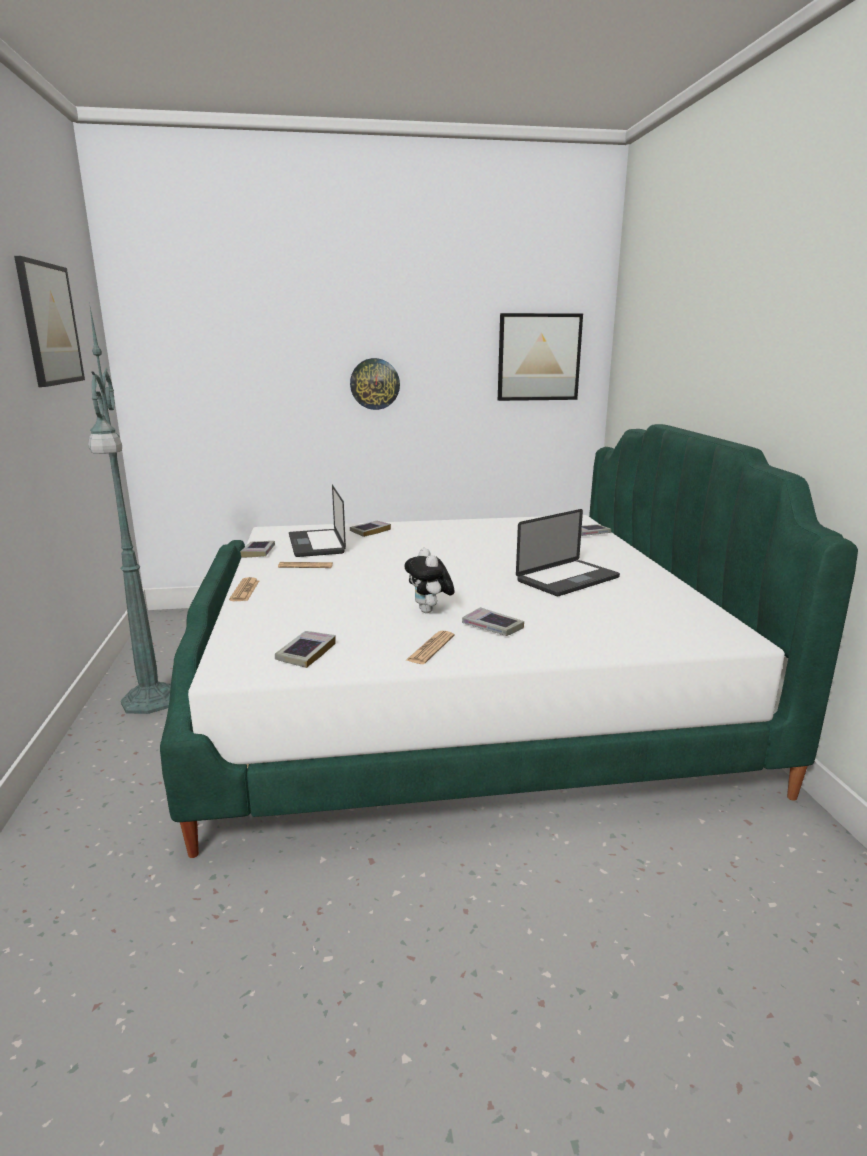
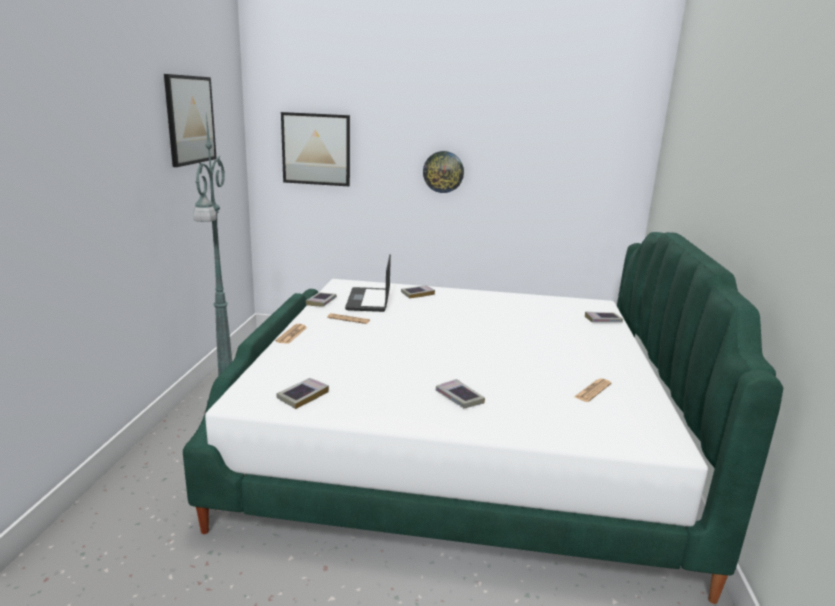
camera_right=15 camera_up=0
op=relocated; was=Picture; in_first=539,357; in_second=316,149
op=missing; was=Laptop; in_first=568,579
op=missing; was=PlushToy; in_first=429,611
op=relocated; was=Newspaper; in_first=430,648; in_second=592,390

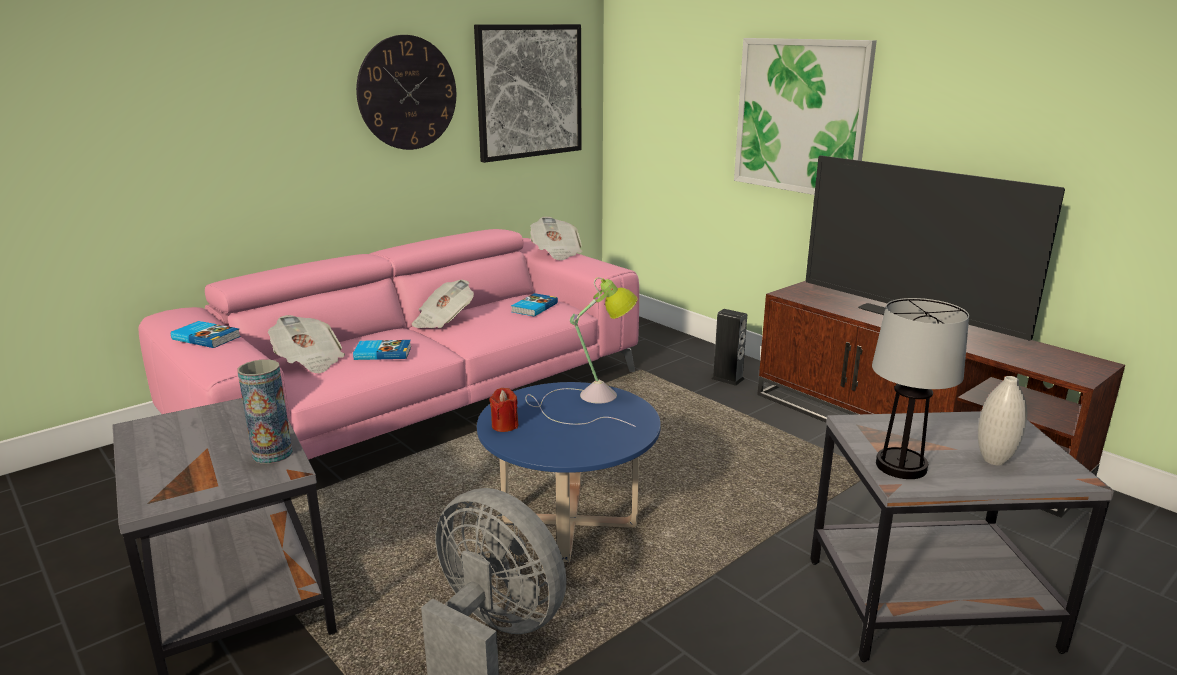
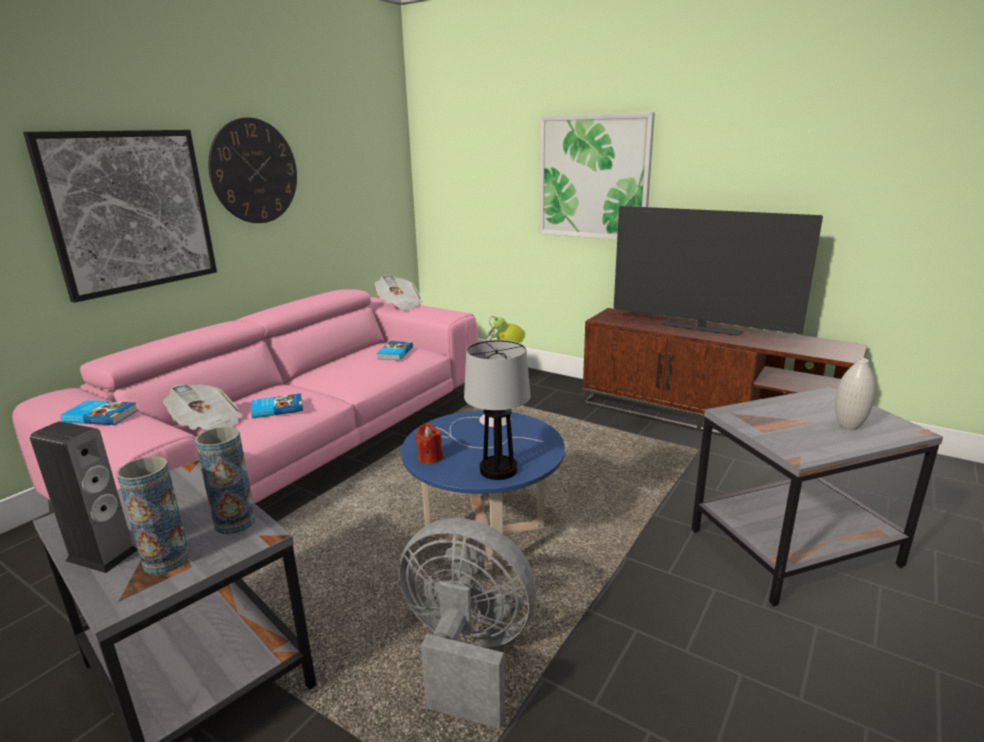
camera_right=-15 camera_up=0
op=relocated; was=Picture; in_first=529,91; in_second=131,211
op=missing; was=Newspaper; in_first=443,321
op=relocated; was=TableLamp; in_first=901,467; in_second=498,470
op=relocated; was=Speaker; in_first=727,379; in_second=102,555
op=appeared; now=Vase; in_second=166,560

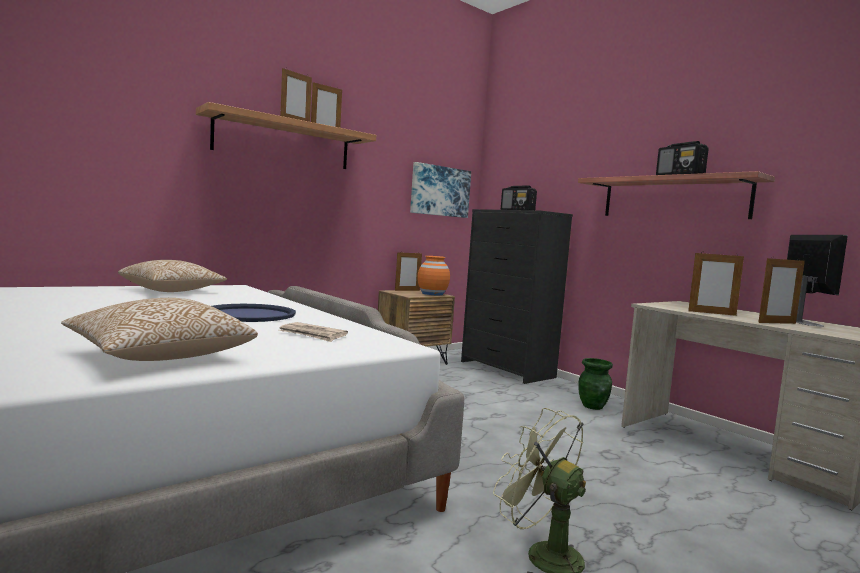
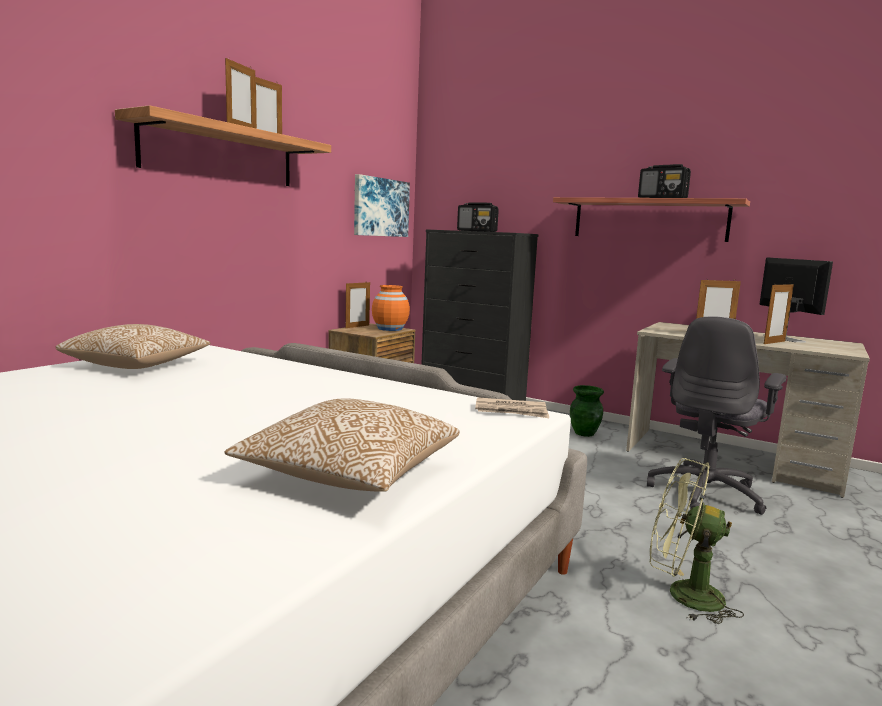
camera_right=-20 camera_up=5
op=missing; was=BlueTray; in_first=250,314
op=relocated; was=Newspaper; in_first=312,335; in_second=511,411
op=appeared; now=GreyOfficeChair; in_second=706,493

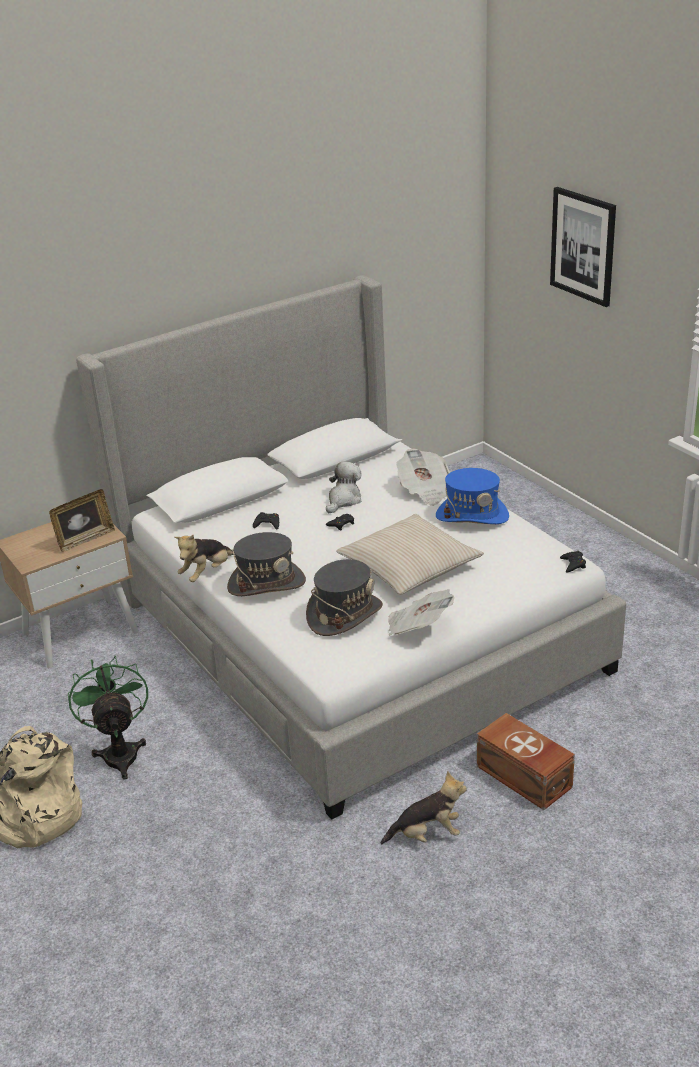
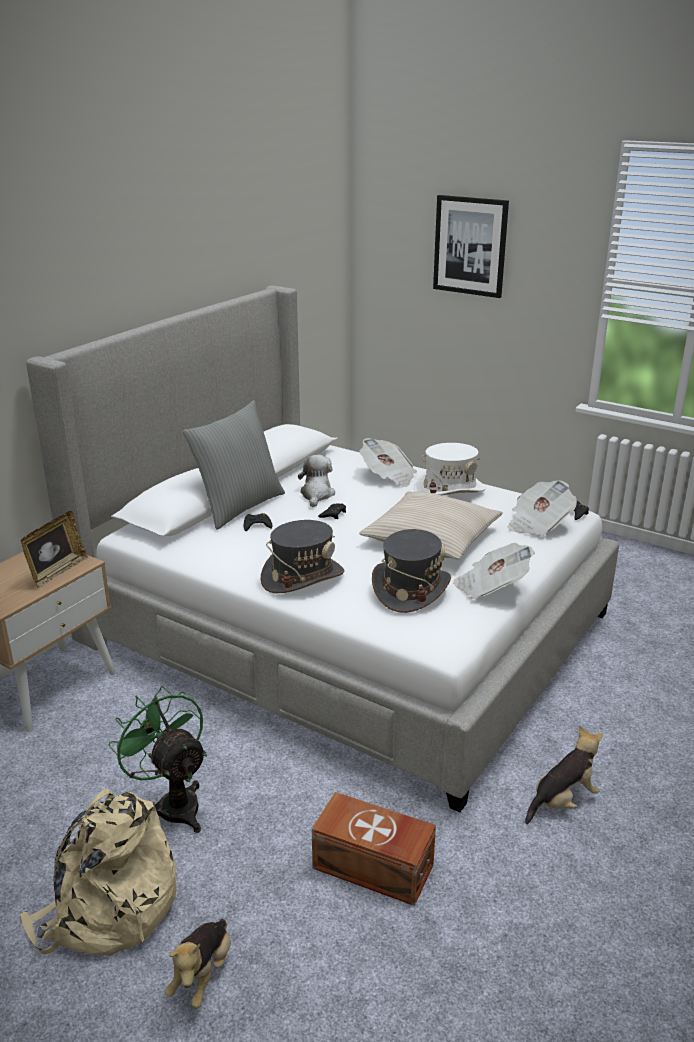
camera_right=-25 camera_up=-5
op=colour; was=BlueHat; now=WhiteHat; in_first=472,516; in_second=449,489
op=relocated; was=PlushToy; in_first=206,573; in_second=202,974
op=relocated; was=BrownStorageBox; in_first=524,778; in_second=374,868
op=appeared; now=GreyPillow; in_second=238,507
op=appeared; now=Newspaper; in_second=538,524

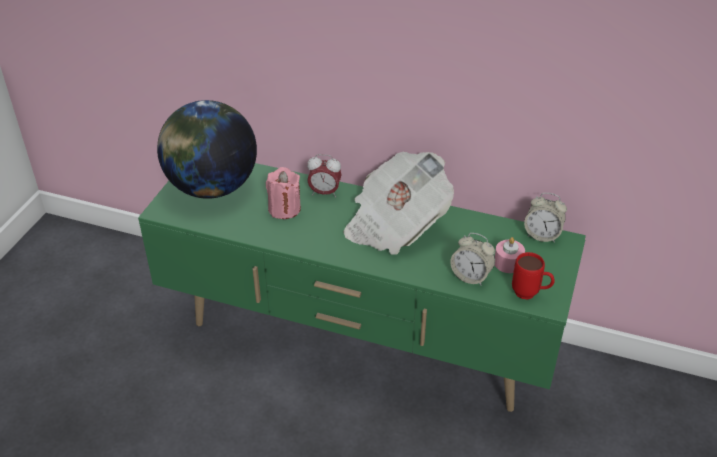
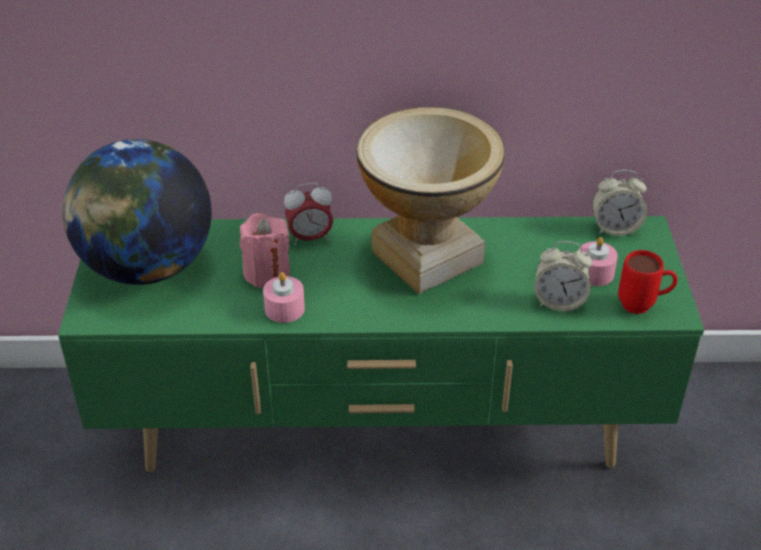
camera_right=-20 camera_up=0
op=exchanged; was=Newspaper; now=Vase; in_first=395,224; in_second=426,258
op=appeared; now=PinkCandle; in_second=284,309

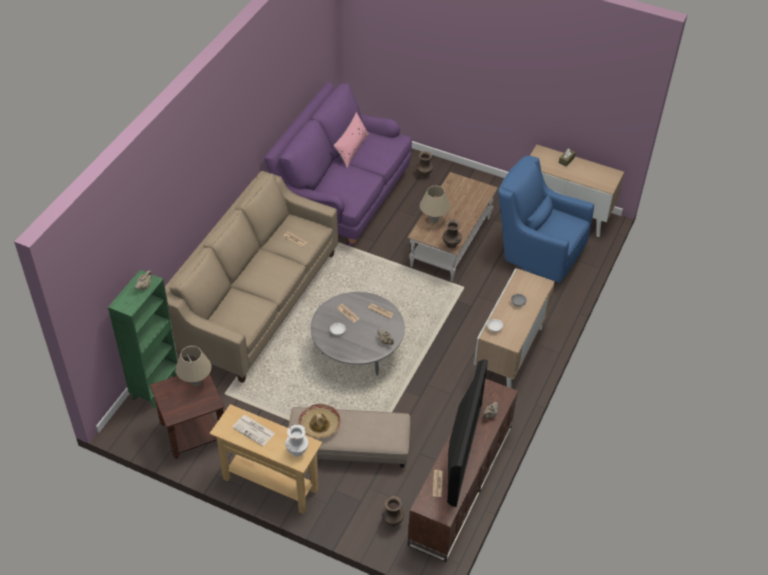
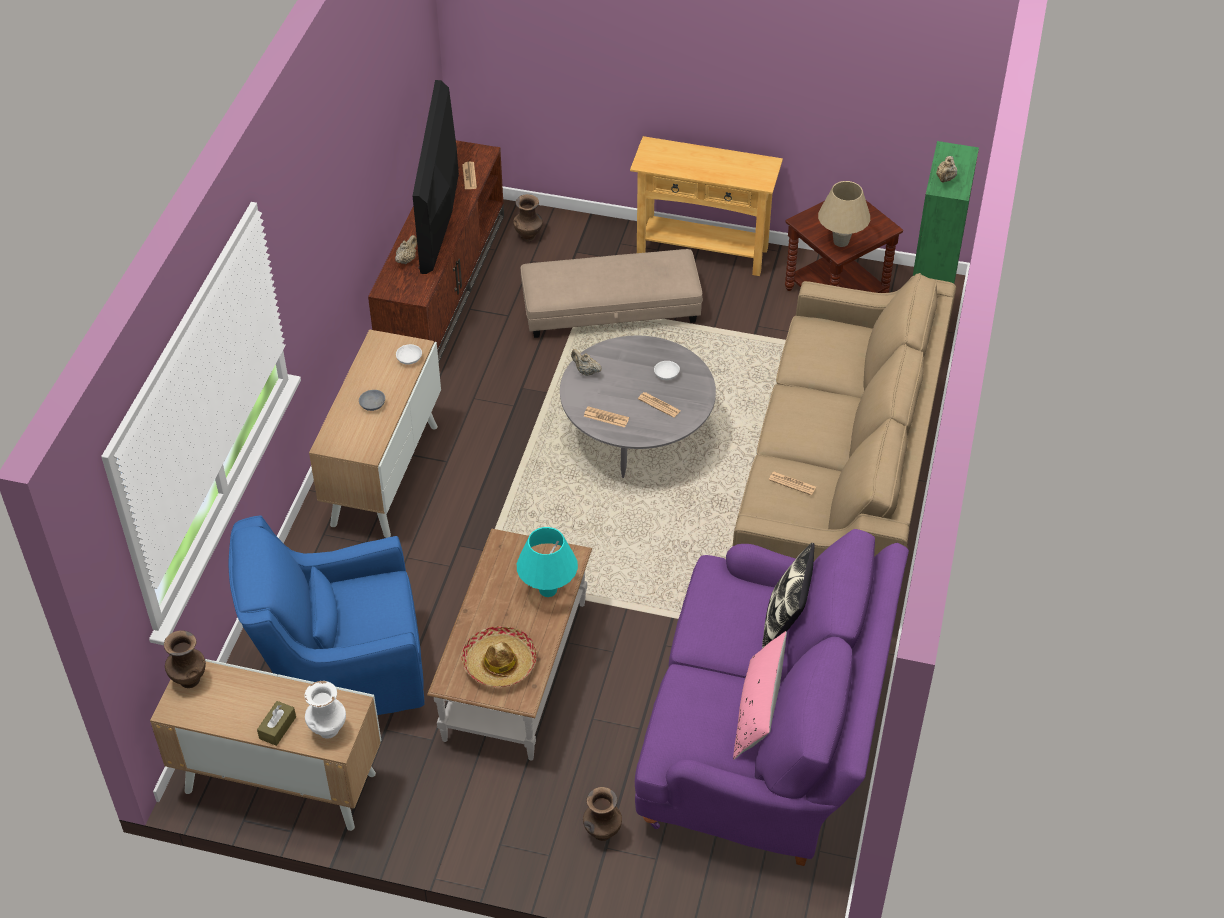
camera_right=170 camera_up=0
op=spun; was=BlueArmchair; in_first=537,253; in_second=340,674; clockwise=150
op=colour; was=BeigeTableLamp; now=TurquoiseTableLamp; in_first=433,220; in_second=548,590
op=relocated; was=BrownVase; in_first=451,245; in_second=189,679
op=relocated; was=Hat; in_first=319,425; in_second=499,663
op=missing; was=Newspaper; in_first=254,430
op=relocated; was=WhiteVase; in_first=297,451; in_second=328,730
op=appeared; now=Pillow; in_second=785,622

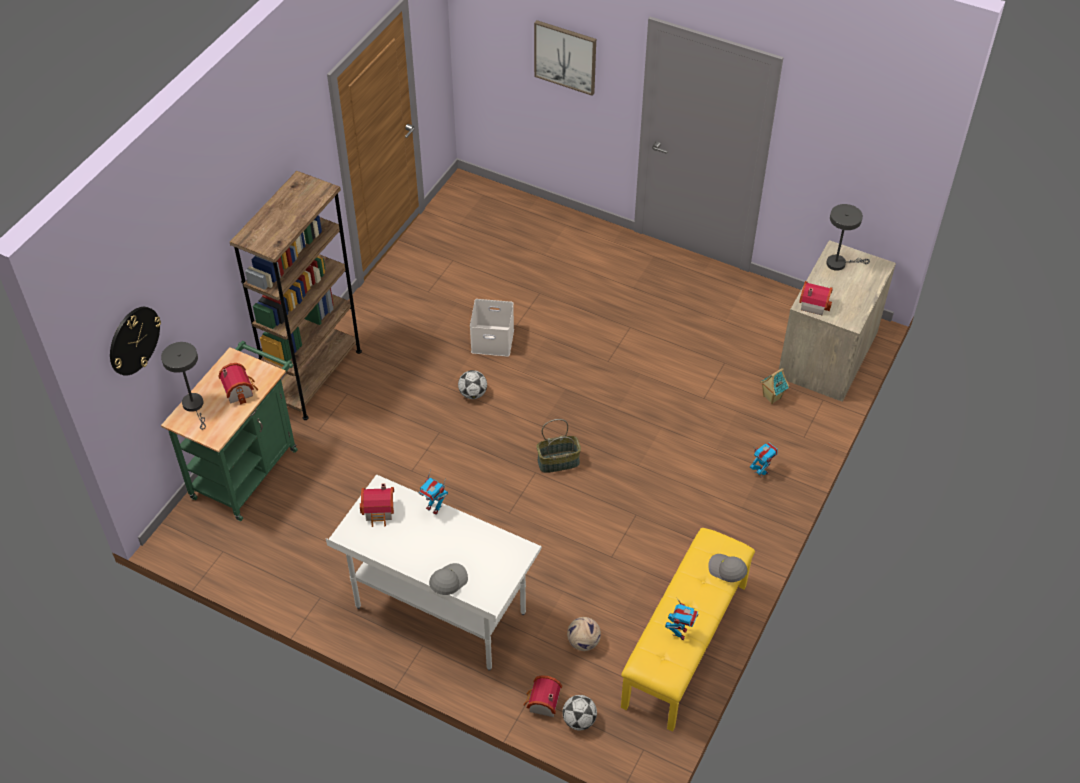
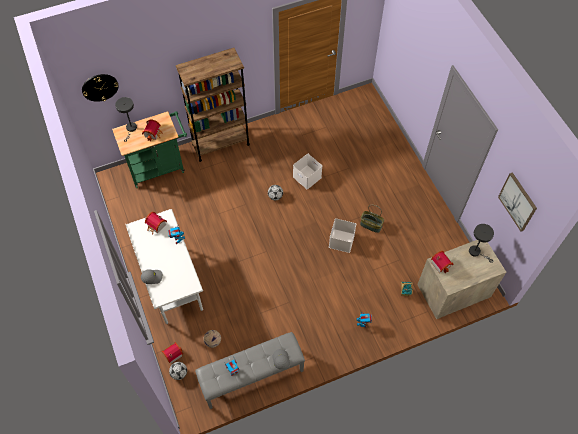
camera_right=40 camera_up=10
op=relocated; was=Picture; in_first=565,56; in_second=518,201
op=relocated; was=Basket; in_first=558,461; in_second=371,225
op=colour; was=YellowBench; now=GreyBench; in_first=686,645; in_second=252,377
op=appeared; now=WhiteStorageBox; in_second=342,241

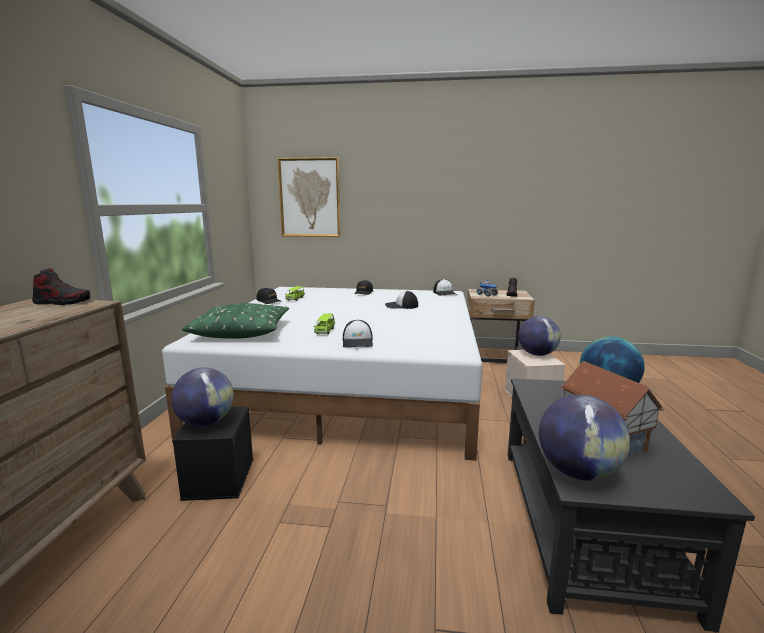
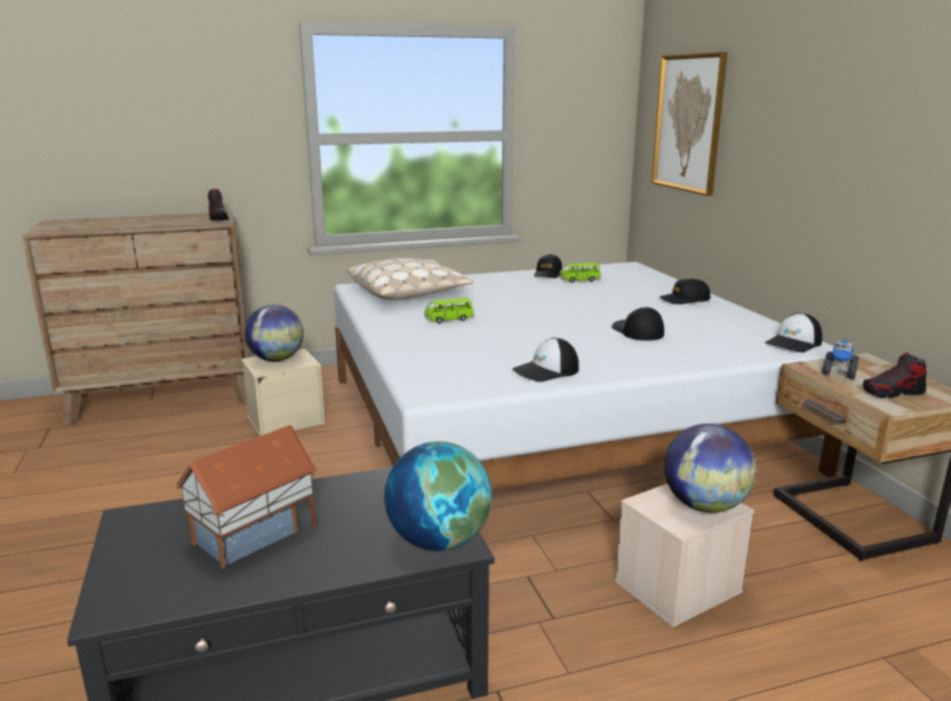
camera_right=65 camera_up=5
op=colour; was=GreenPillow; now=BeigePillow; in_first=241,331; in_second=409,292
op=relocated; was=Cap; in_first=358,342; in_second=546,371
op=missing; was=Globe; in_first=578,472
op=colour; was=BlackStorageBox; now=BeigeStorageBox; in_first=218,478; in_second=286,419

